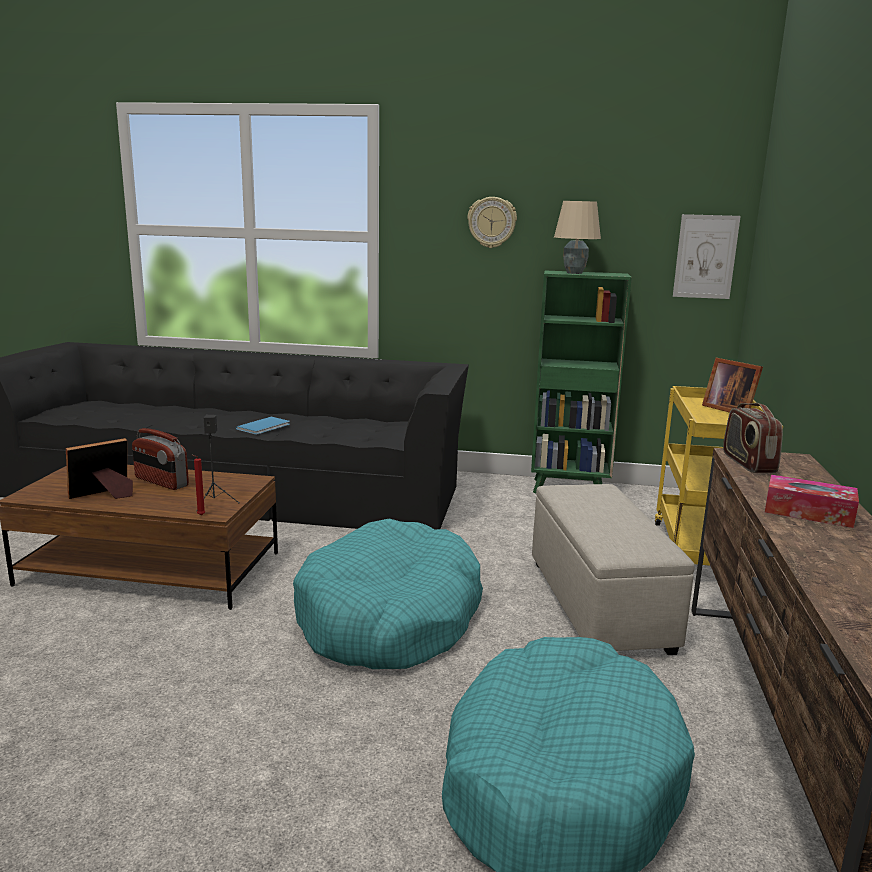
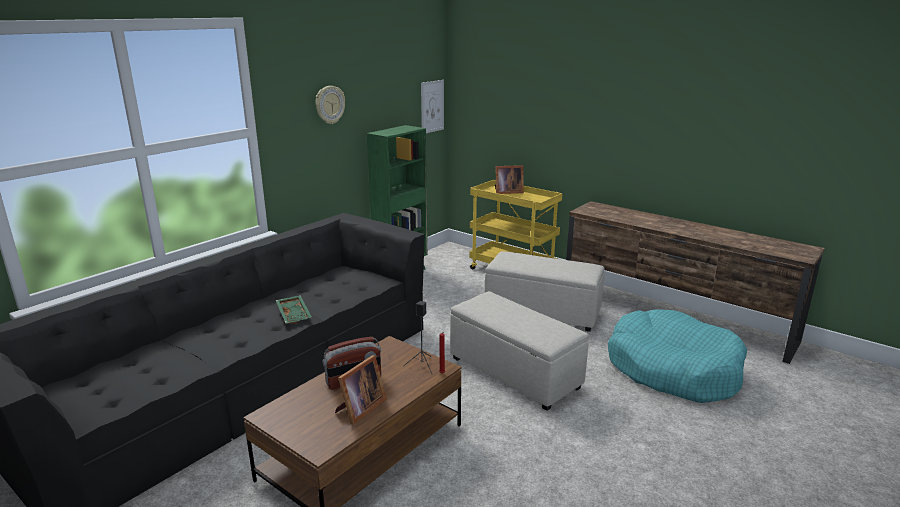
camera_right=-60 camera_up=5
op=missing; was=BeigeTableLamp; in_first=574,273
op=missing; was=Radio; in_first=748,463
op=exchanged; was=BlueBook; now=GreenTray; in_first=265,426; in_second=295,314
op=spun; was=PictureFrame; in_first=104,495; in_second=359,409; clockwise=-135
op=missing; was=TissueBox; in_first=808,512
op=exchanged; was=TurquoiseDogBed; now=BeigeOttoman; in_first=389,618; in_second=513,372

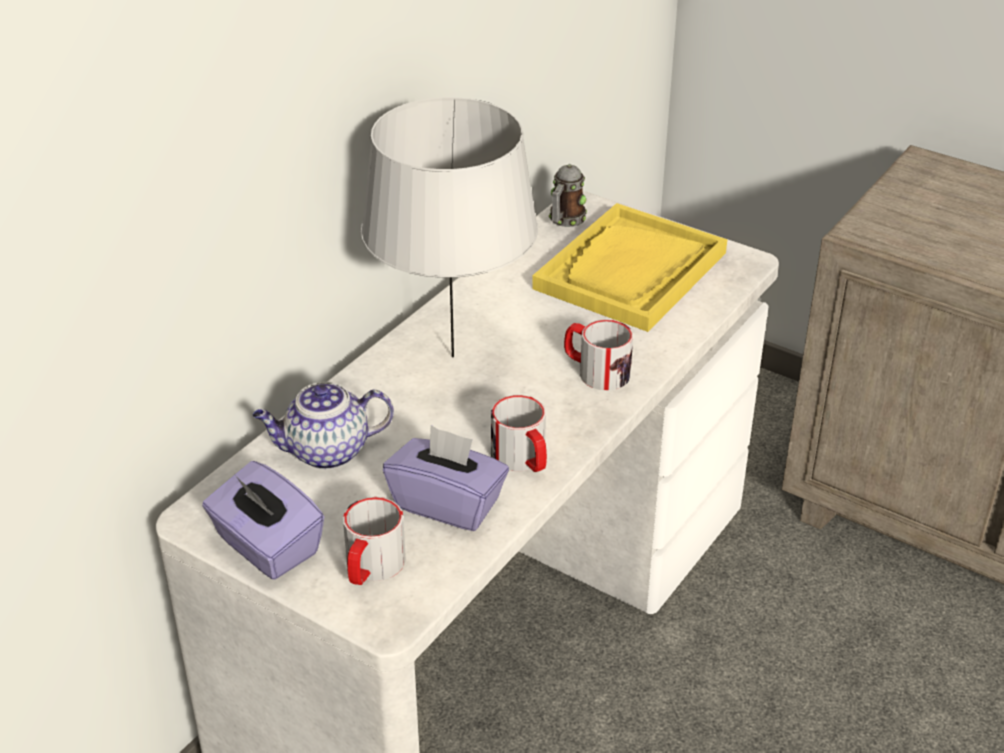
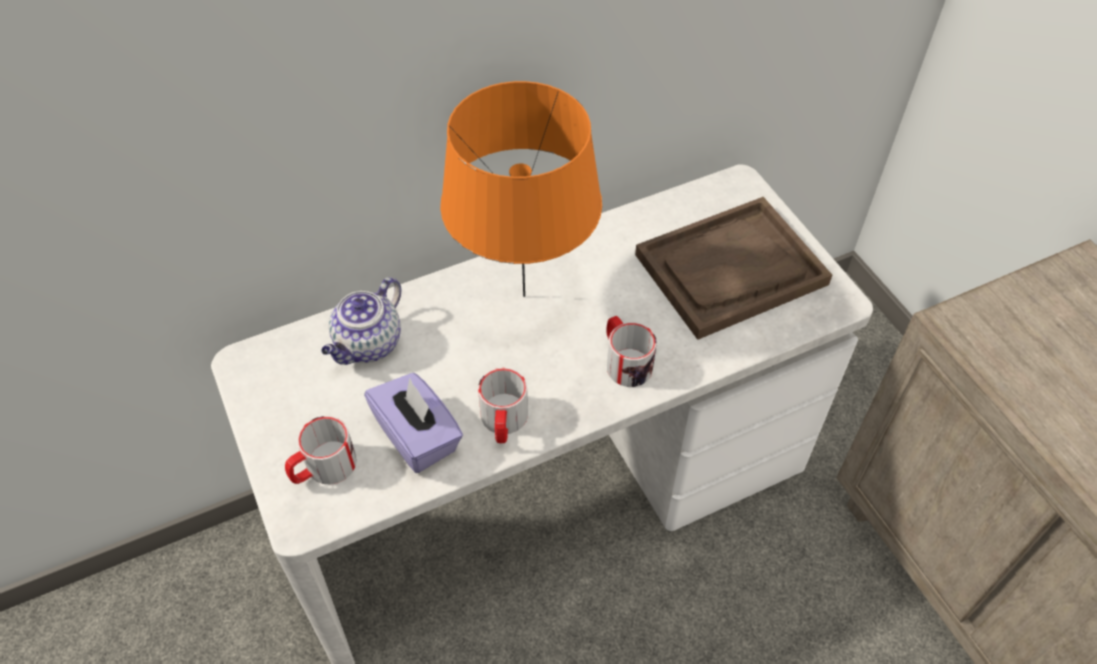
camera_right=30 camera_up=15
op=colour; was=GreyTableLamp; now=OrangeTableLamp; in_first=452,356; in_second=524,295
op=missing; was=Mug; in_first=565,221
op=colour; was=YellowTray; now=BrownTray; in_first=630,271; in_second=730,270
op=spun; was=Teapot; in_first=326,452; in_second=368,345; clockwise=-75
op=missing; was=PurpleTissueBox; in_first=266,546

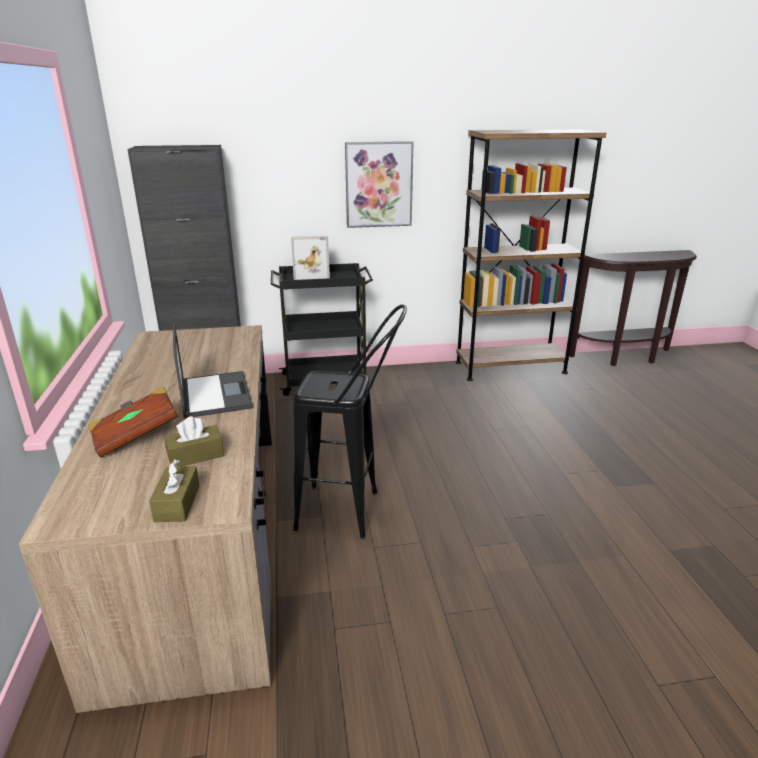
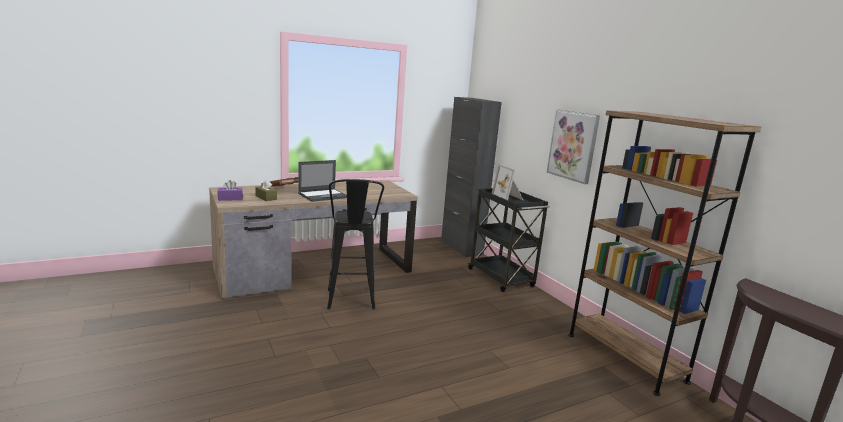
camera_right=70 camera_up=-10
op=colour; was=BrownTissueBox; now=PurpleTissueBox; in_first=177,503; in_second=230,198

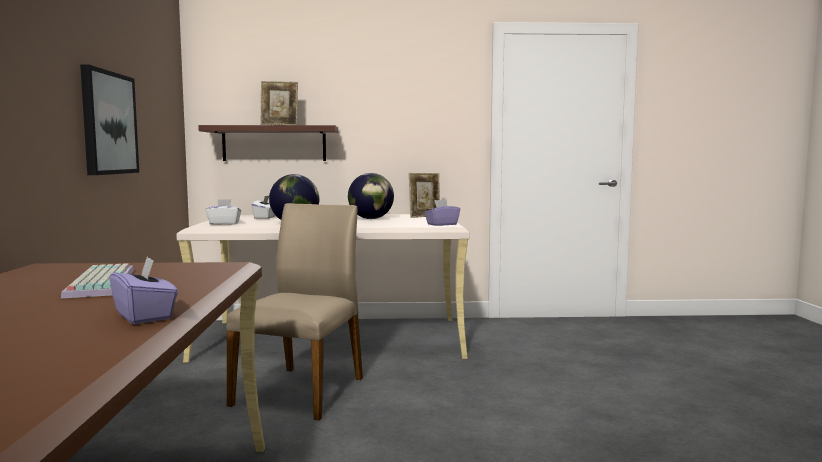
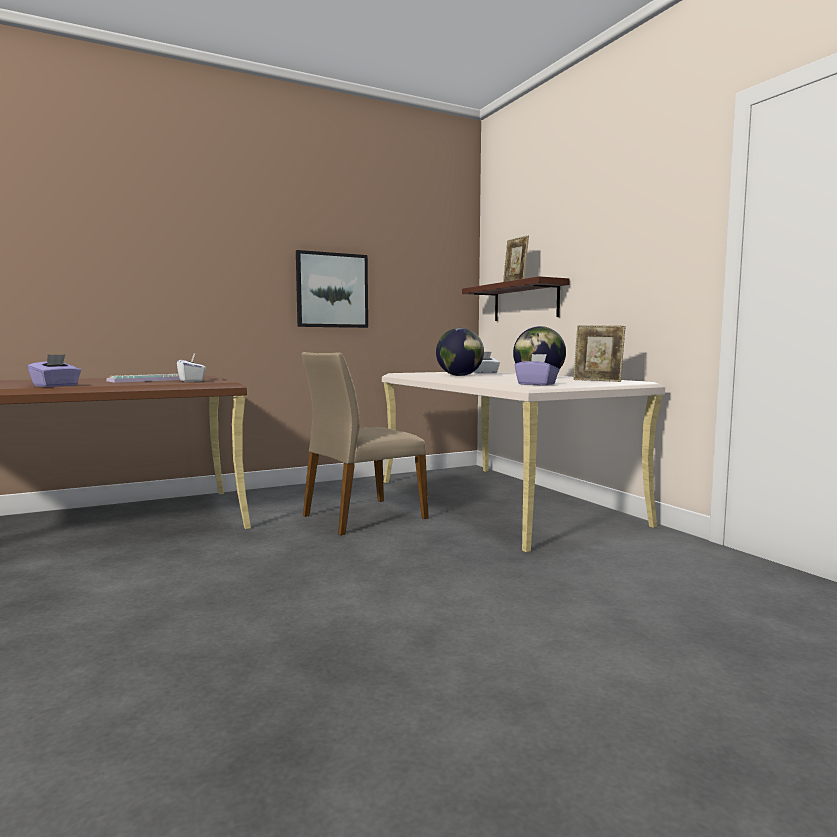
camera_right=65 camera_up=0
op=relocated; was=WhiteTissueBox; in_first=224,223; in_second=192,381
op=spun; was=BeigeChair; in_first=301,391; in_second=362,516; clockwise=150

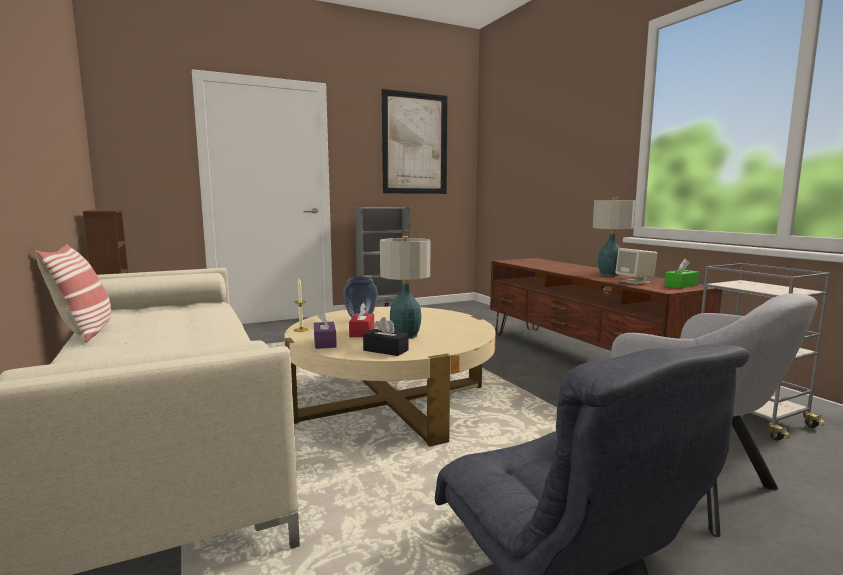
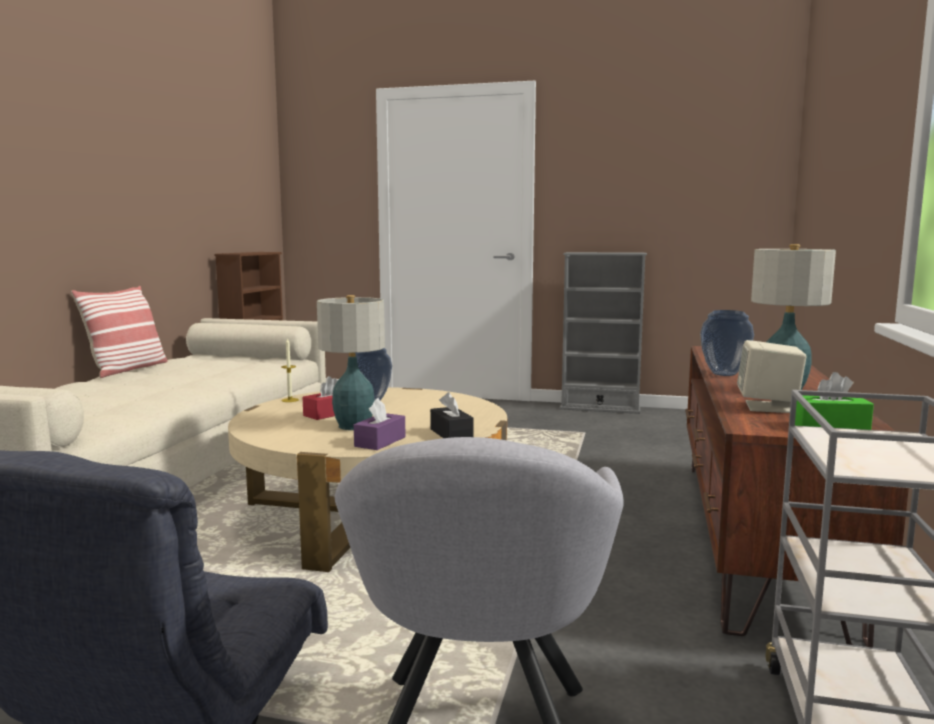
camera_right=40 camera_up=0
op=missing; was=Picture; in_first=415,143
op=relocated; was=PurpleTissueBox; in_first=325,342; in_second=380,442
op=relocated; was=BlackTissueBox; in_first=386,350; in_second=451,434
op=appeared; now=Vase; in_second=724,374

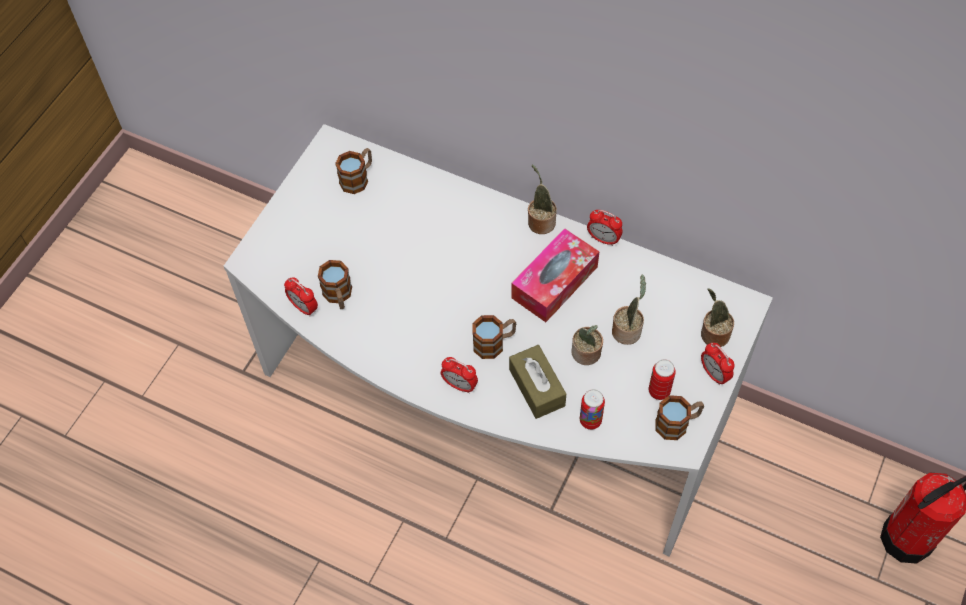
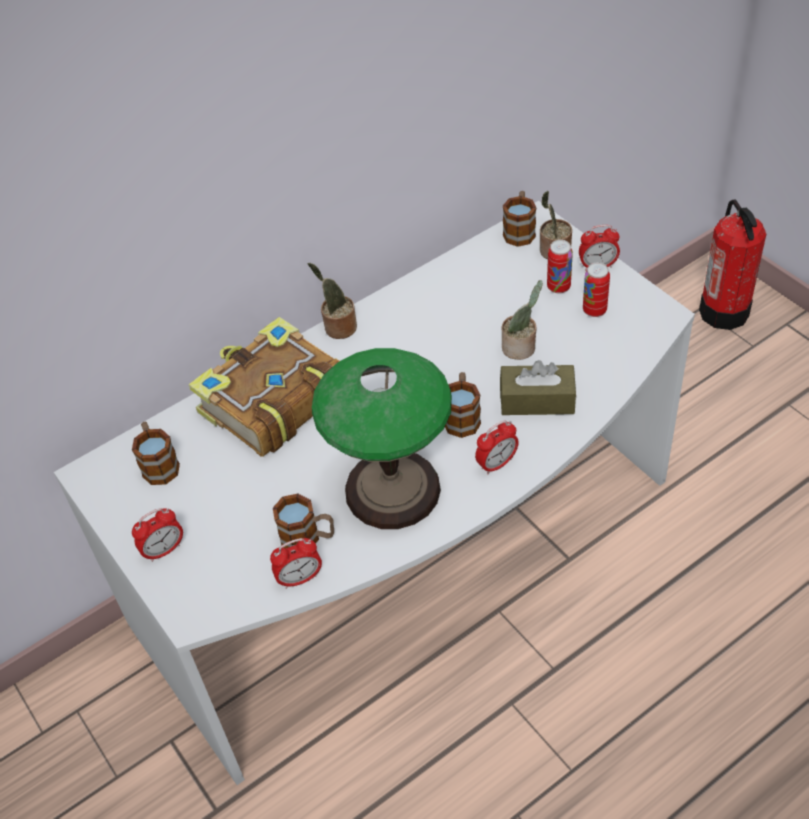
camera_right=-60 camera_up=-10
op=relocated; was=AlarmClock; in_first=603,239; in_second=164,550
op=missing; was=TissueBox; in_first=554,282
op=missing; was=PottedPlant; in_first=627,330
op=relocated; was=Can; in_first=590,420; in_second=558,287
op=relocated; was=Mug; in_first=677,423; in_second=519,230
op=appeared; now=Book; in_second=271,402
op=appeared; now=TableLamp; in_second=393,489

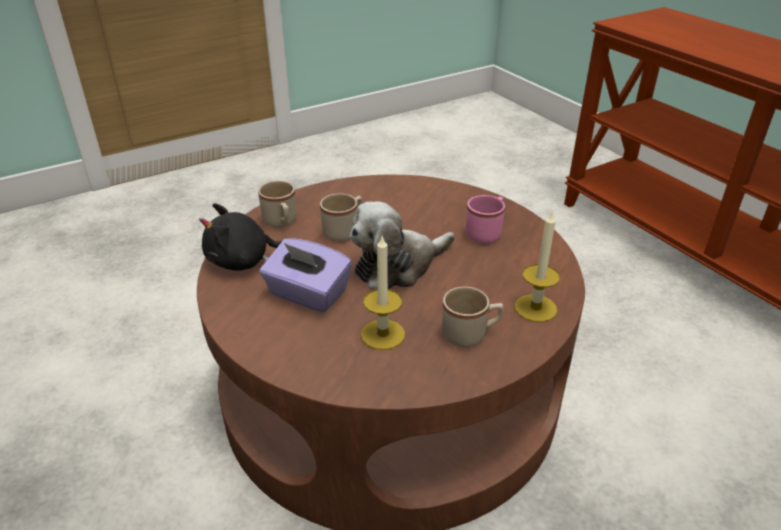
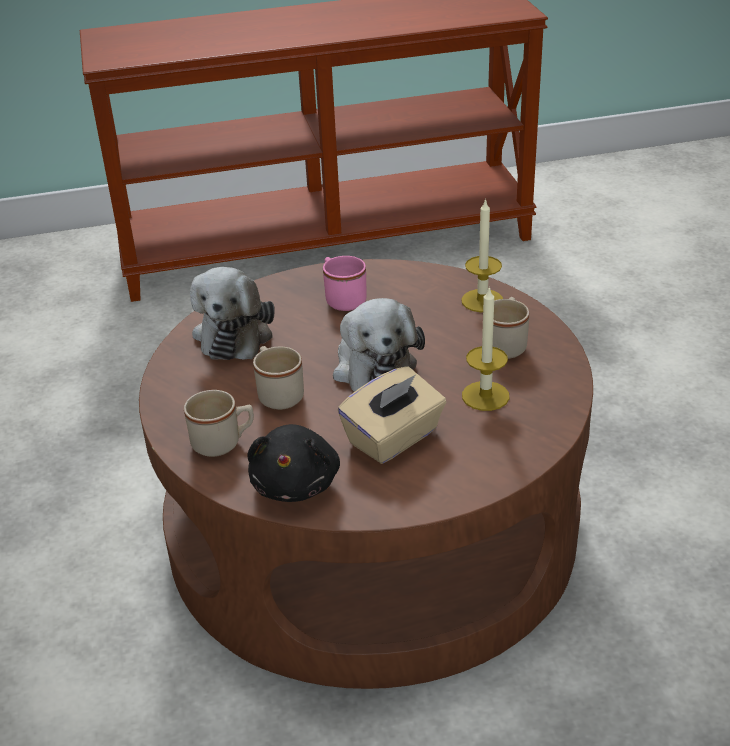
camera_right=-70 camera_up=0
op=colour; was=PurpleTissueBox; now=BeigeTissueBox; in_first=307,294; in_second=394,438
op=appeared; now=PlushToy; in_second=235,333

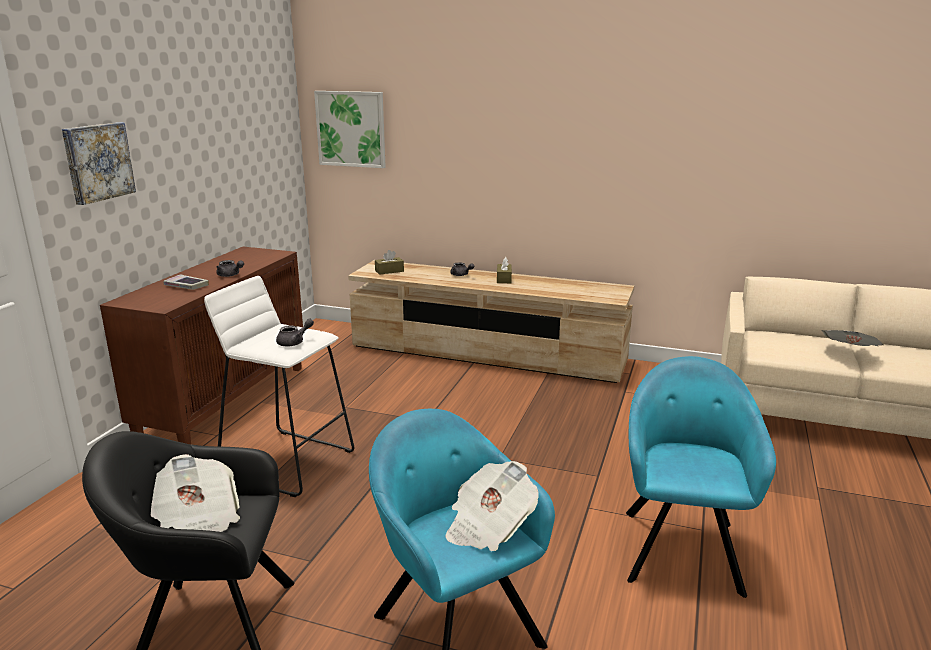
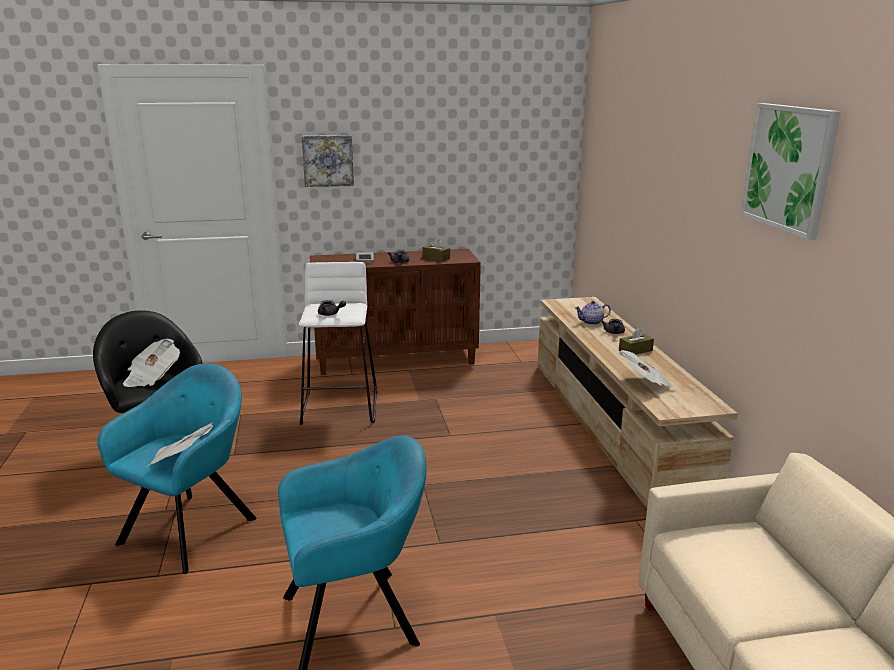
camera_right=60 camera_up=0
op=relocated; was=Picture; in_first=351,129; in_second=789,168
op=relocated; was=BrownTissueBox; in_first=389,271; in_second=436,258
op=relocated; was=Newspaper; in_first=849,353; in_second=644,383
op=appeared; now=Teapot; in_second=591,322

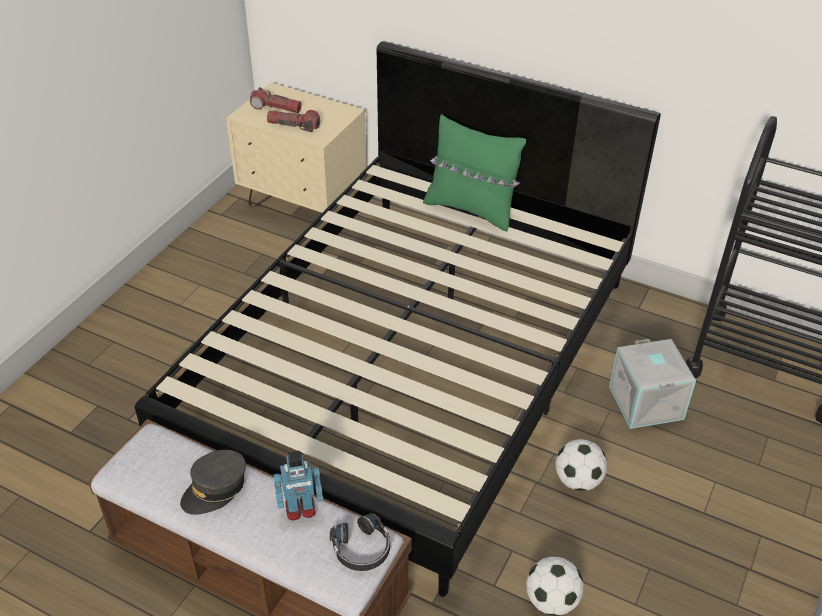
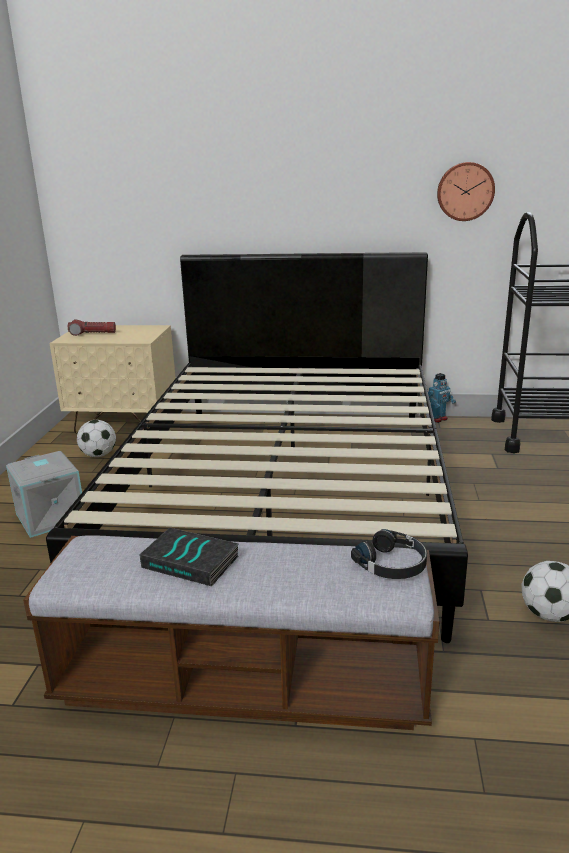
camera_right=-20 camera_up=-20
op=missing; was=Flashlight; in_first=294,126
op=missing; was=GreenPillow; in_first=471,209
op=relocated; was=GreyStorageBox; in_first=647,403; in_second=52,517
op=relocated; was=Football; in_first=577,480; in_second=98,455
op=exchanged; was=GreyCap; now=Book; in_first=215,489; in_second=192,561
op=relocated; was=ToyRobot; in_first=300,509; in_second=438,419
op=appeared; now=WallClock; in_second=465,191

